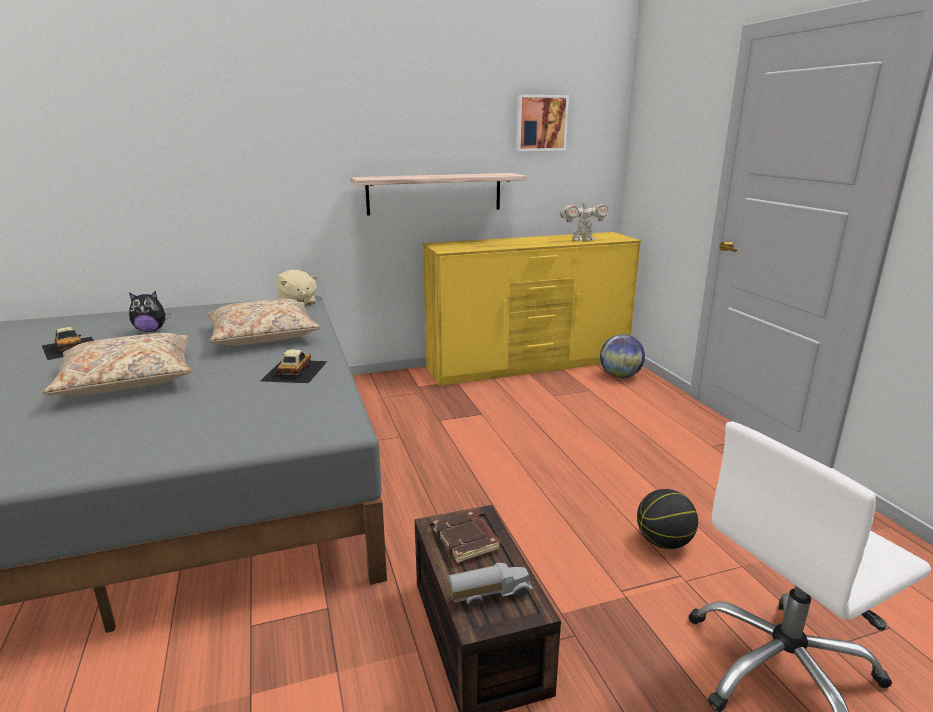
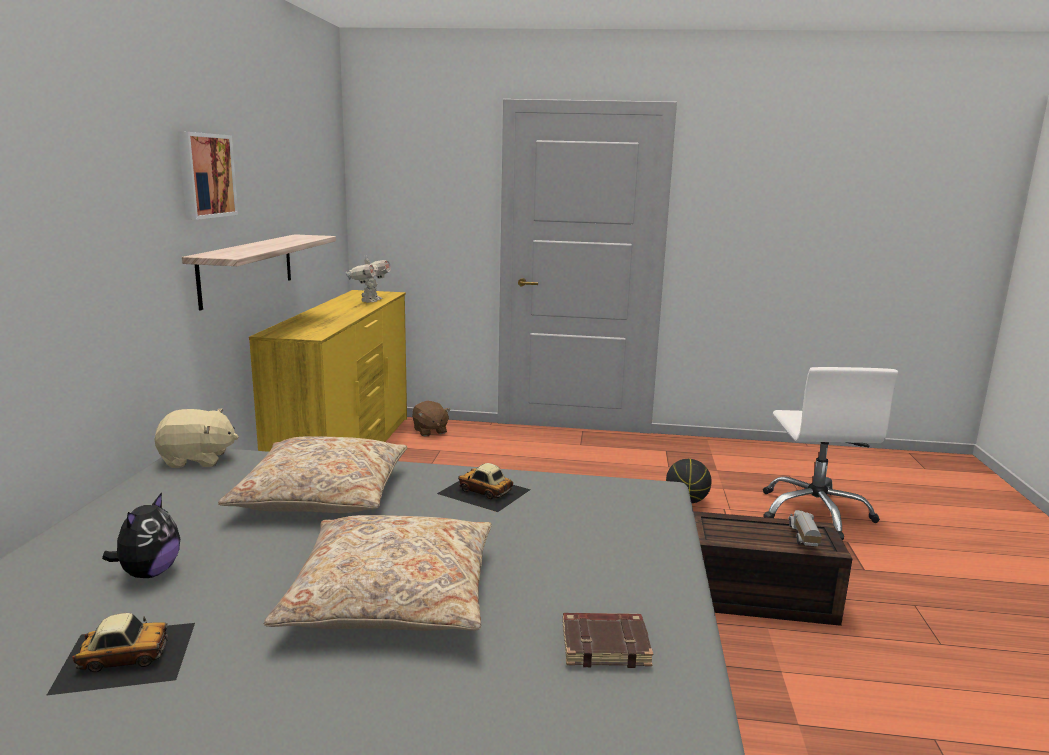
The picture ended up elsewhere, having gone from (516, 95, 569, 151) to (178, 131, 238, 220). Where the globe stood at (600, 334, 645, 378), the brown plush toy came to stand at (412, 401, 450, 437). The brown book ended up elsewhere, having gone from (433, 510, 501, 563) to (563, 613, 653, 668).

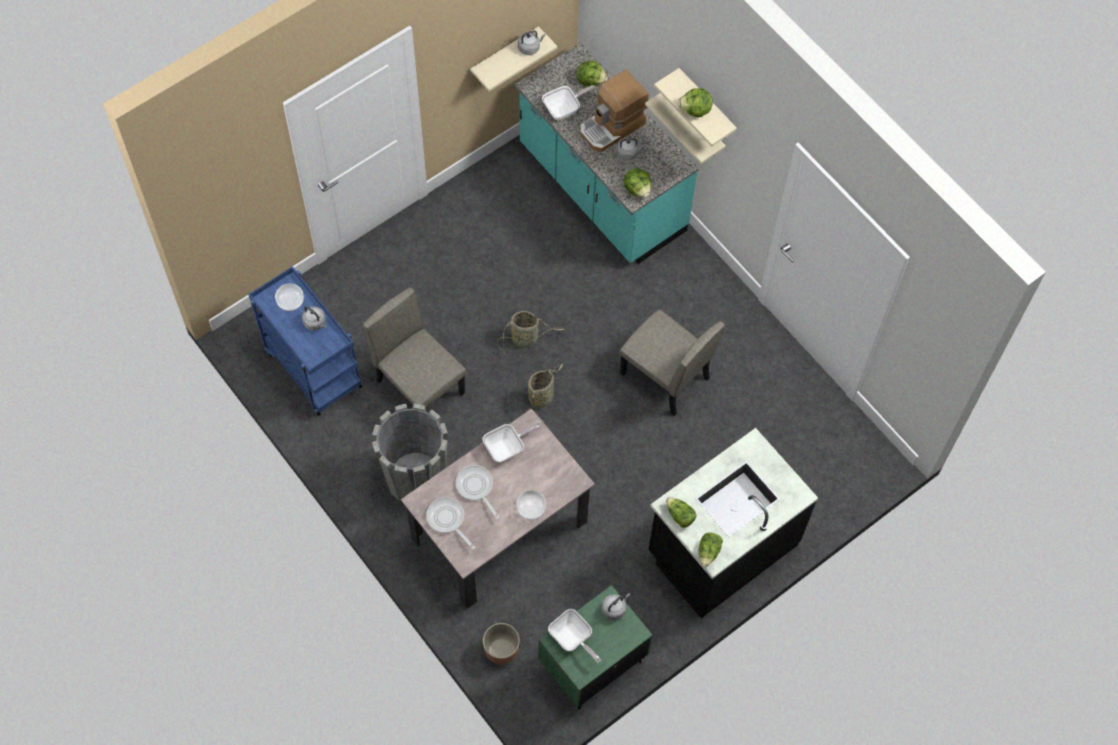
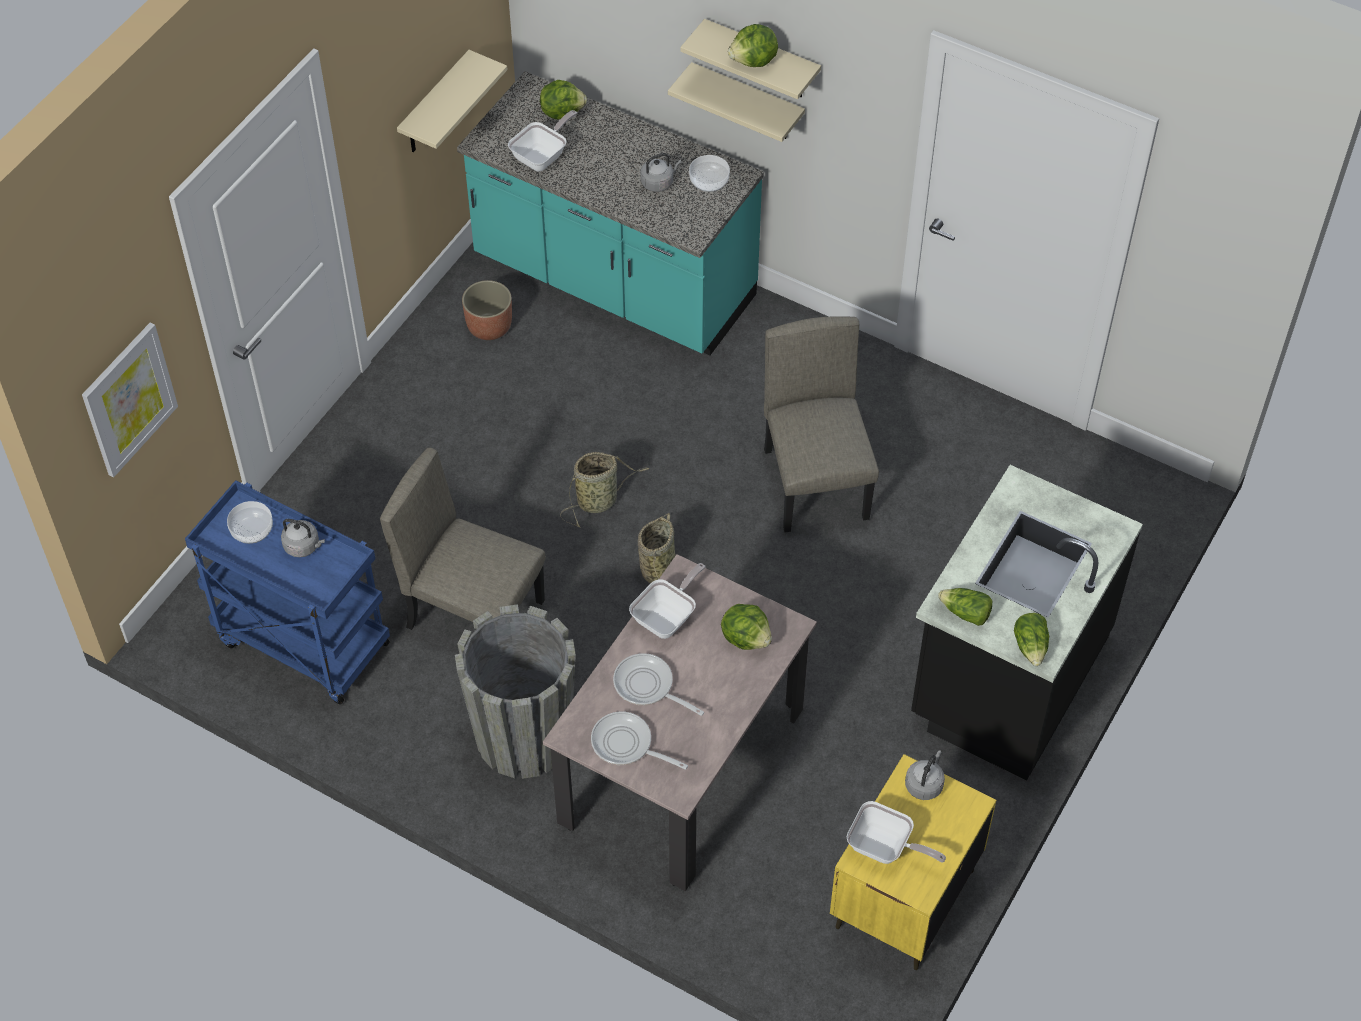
The second view gained the picture at (82, 322, 178, 478). The planter ended up elsewhere, having gone from (483, 623, 520, 665) to (462, 280, 512, 340). The bowl ended up elsewhere, having gone from (517, 490, 546, 520) to (689, 155, 730, 192). The lettuce ended up elsewhere, having gone from (624, 168, 652, 198) to (721, 604, 772, 650). The beige chair at (620, 309, 725, 416) ended up facing another way, 120 degrees counterclockwise from before. What was the green nightstand at (538, 585, 653, 710) turned into the yellow nightstand at (830, 754, 996, 971). The second view lost the grey kettle at (518, 30, 546, 55). The second view lost the coffee machine at (580, 70, 649, 152).

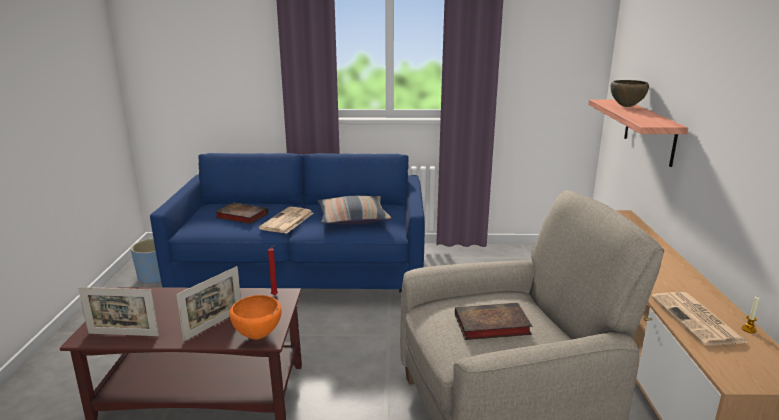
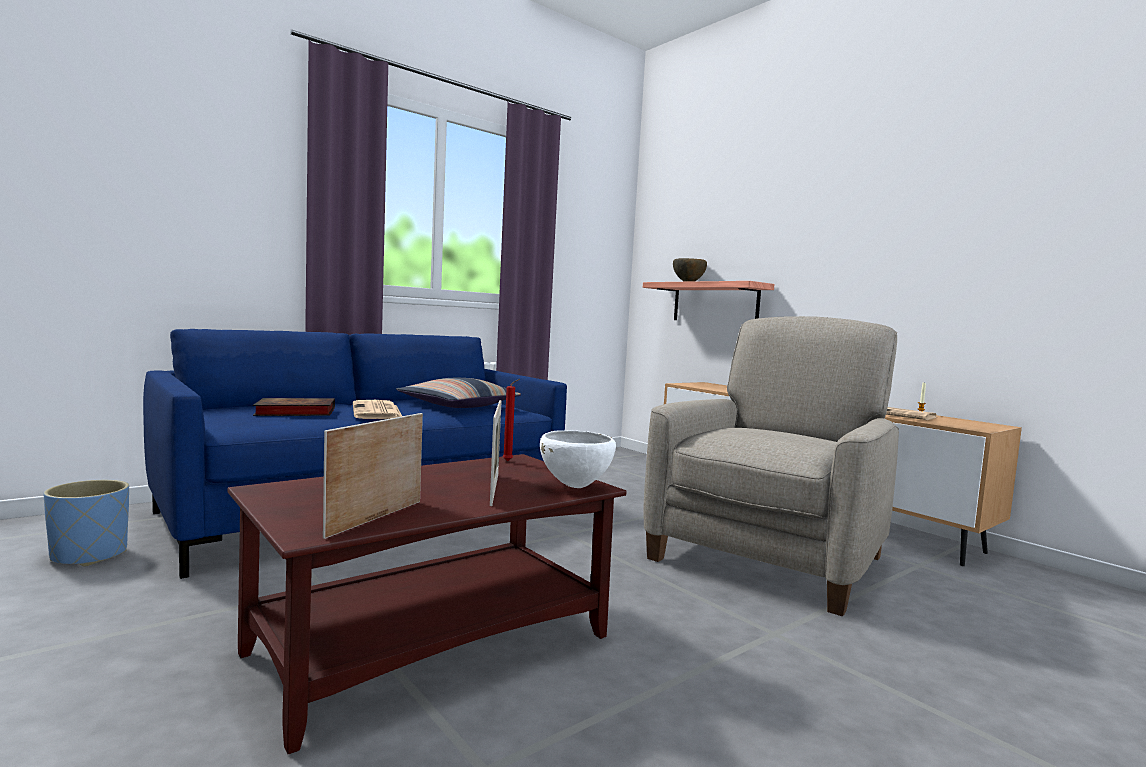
The picture frame at (78, 287, 159, 336) ended up facing another way, 150 degrees clockwise from before. What was the orange bowl at (229, 295, 282, 340) turned into the white bowl at (540, 430, 616, 488). The second view lost the book at (455, 303, 532, 340).

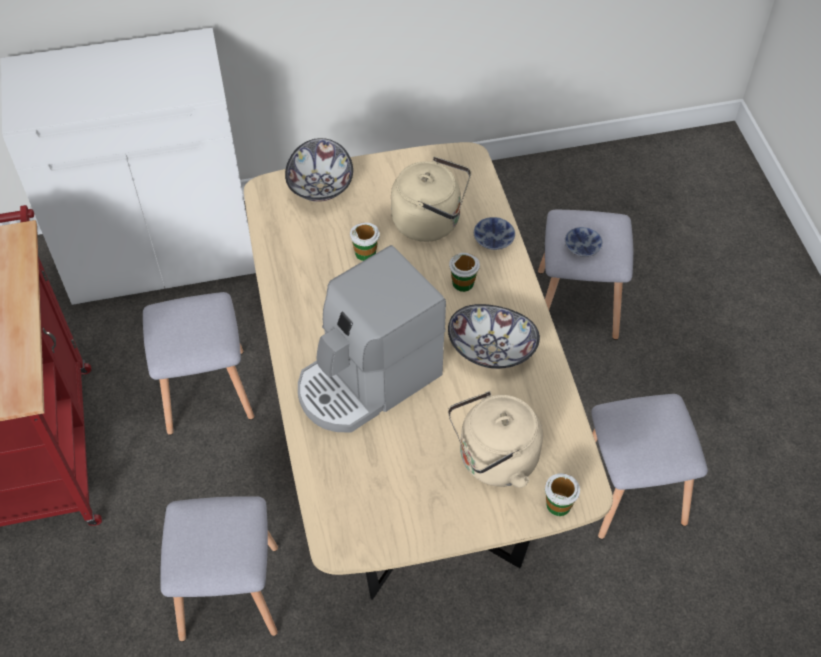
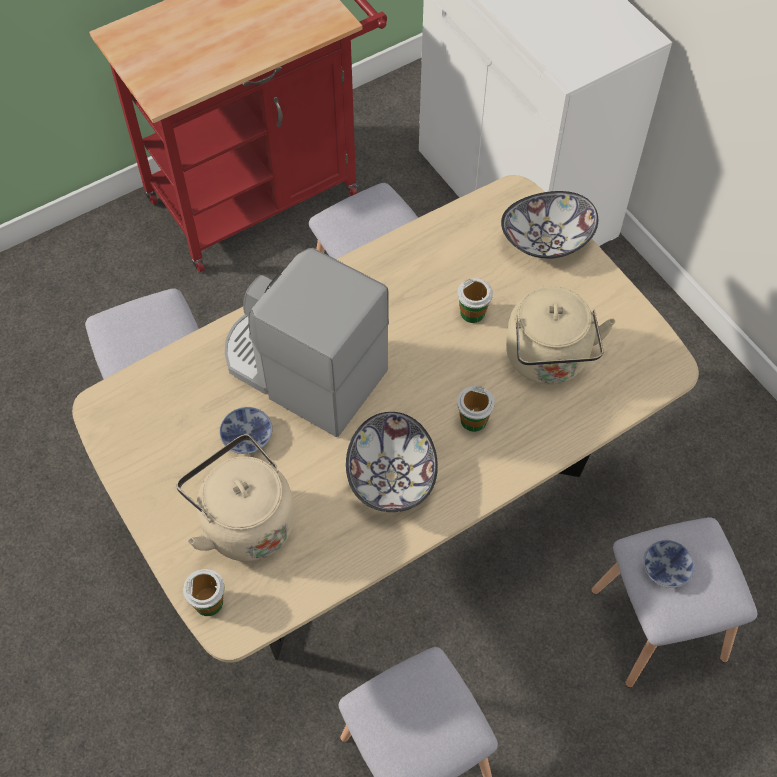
The bowl ended up elsewhere, having gone from (474, 217, 515, 250) to (219, 407, 272, 454).

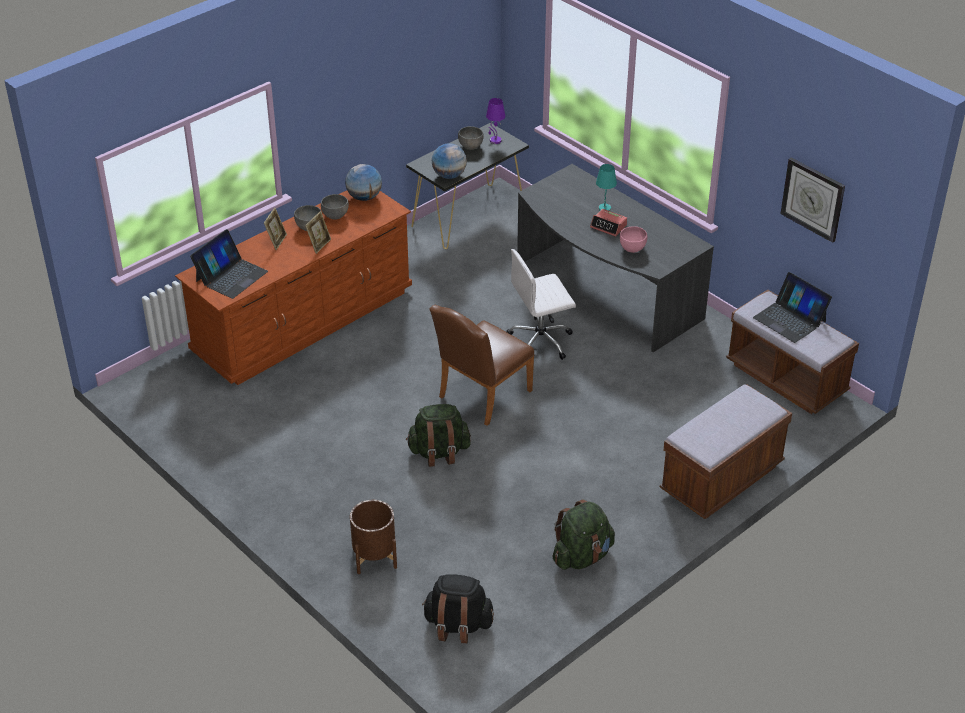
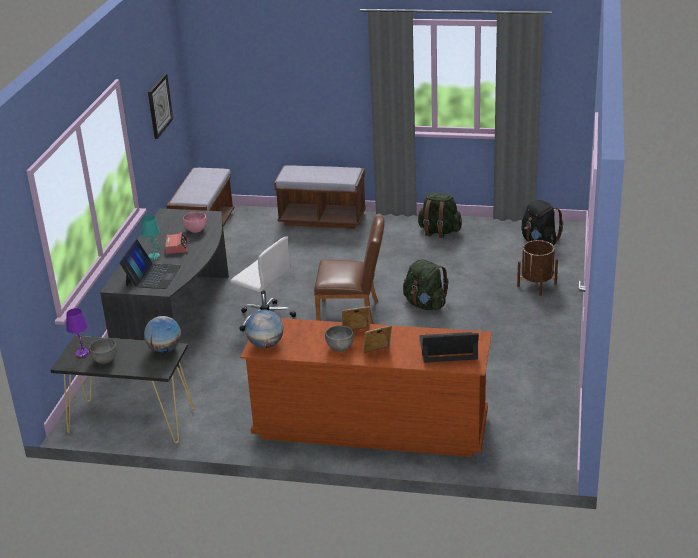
The laptop ended up elsewhere, having gone from (753, 272, 832, 343) to (119, 239, 181, 289). The second view lost the grey bowl at (321, 194, 349, 220).

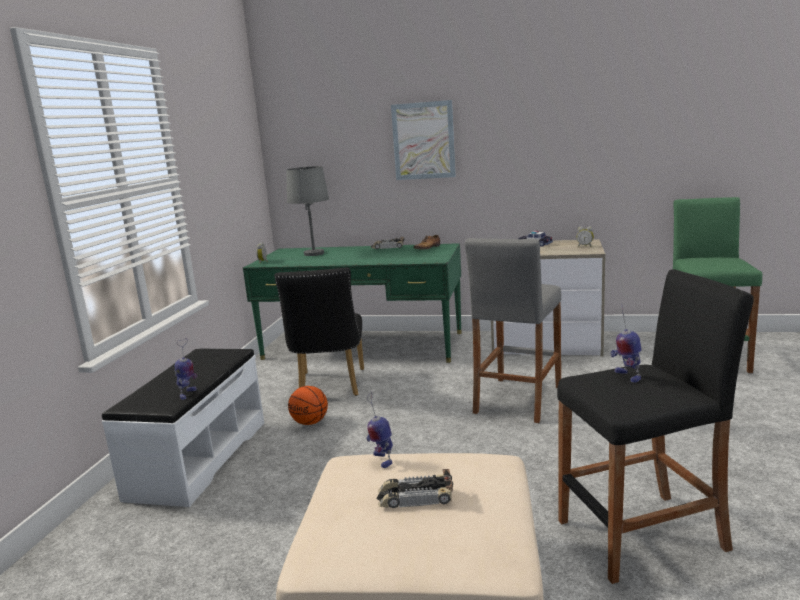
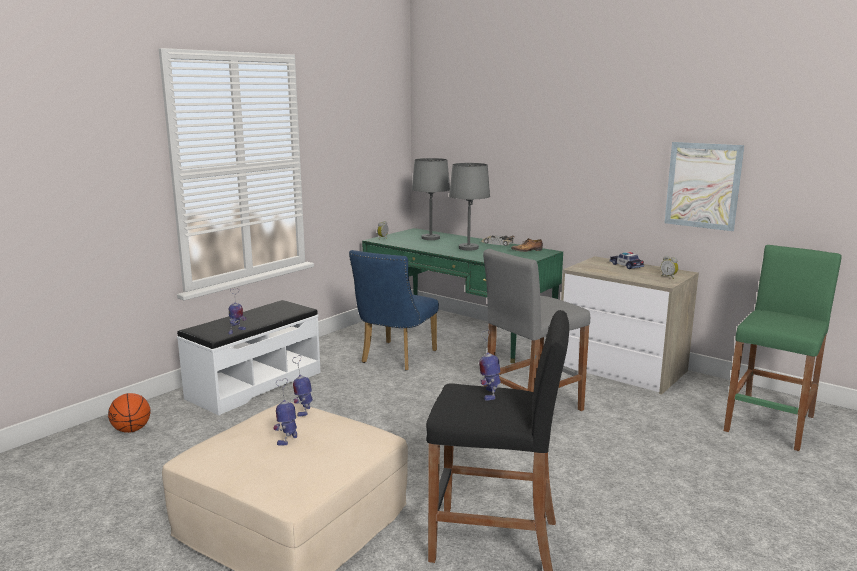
The basketball ended up elsewhere, having gone from (288, 386, 328, 425) to (108, 393, 151, 433). Where the toy car stood at (377, 469, 453, 508), the toy robot came to stand at (273, 378, 297, 445). What was the black chair at (274, 268, 364, 396) turned into the blue chair at (349, 250, 439, 371). The second view gained the grey table lamp at (449, 163, 490, 250). The picture ended up elsewhere, having gone from (391, 100, 456, 180) to (664, 142, 744, 231).

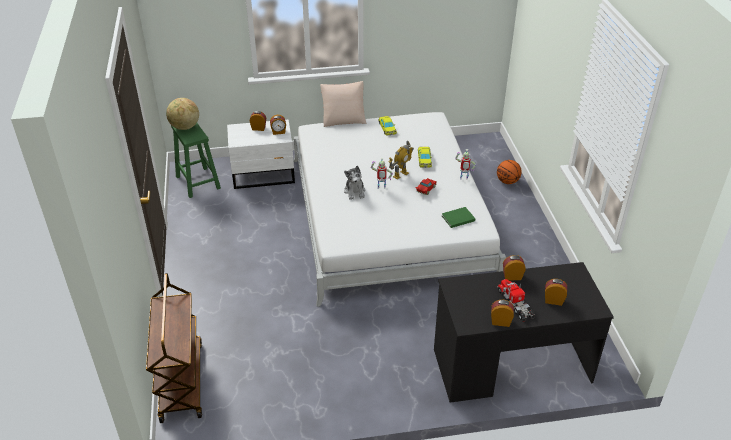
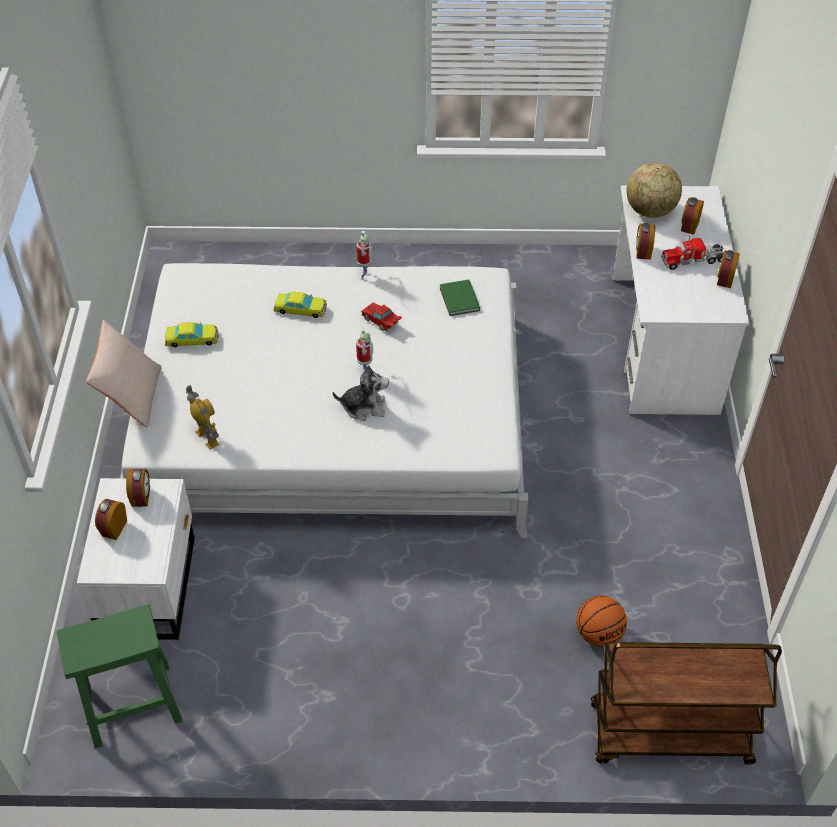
The toy robot ended up elsewhere, having gone from (388, 141, 414, 180) to (186, 385, 219, 449). The basketball ended up elsewhere, having gone from (497, 160, 522, 184) to (576, 596, 627, 647). What was the black desk at (434, 262, 614, 403) turned into the white desk at (612, 186, 750, 415). The globe ended up elsewhere, having gone from (166, 98, 199, 130) to (627, 163, 682, 218).

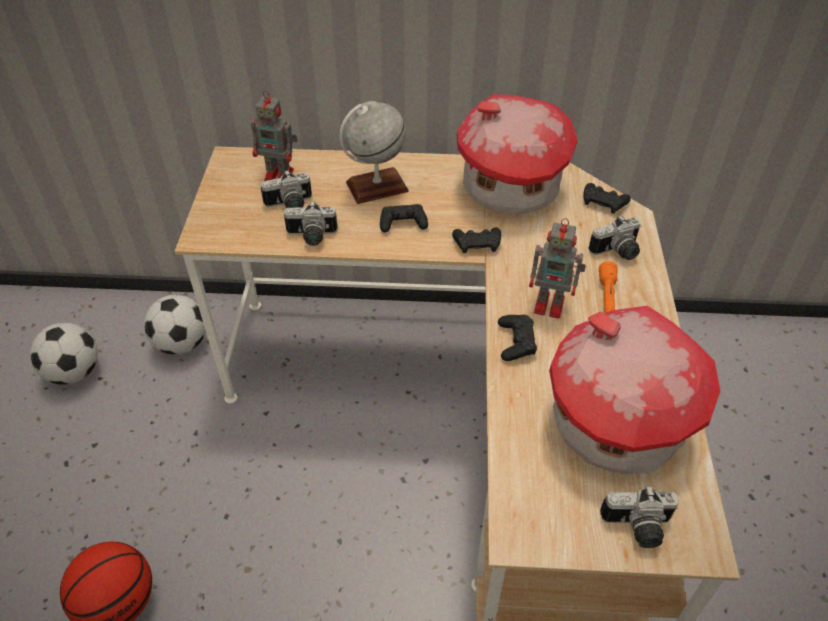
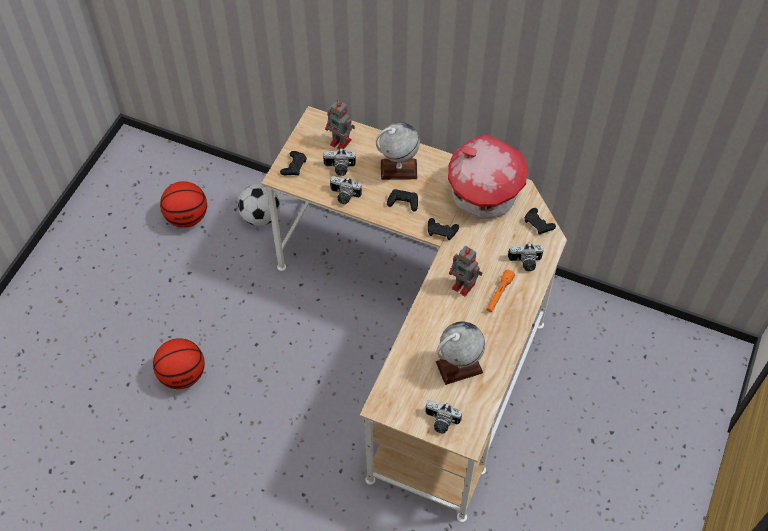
Where the football stood at (30, 323, 98, 385), the basketball came to stand at (160, 181, 207, 228). The black game controller ended up elsewhere, having gone from (498, 314, 537, 361) to (280, 151, 307, 176). Where the toy house stood at (549, 306, 720, 474), the globe came to stand at (436, 321, 485, 385).

